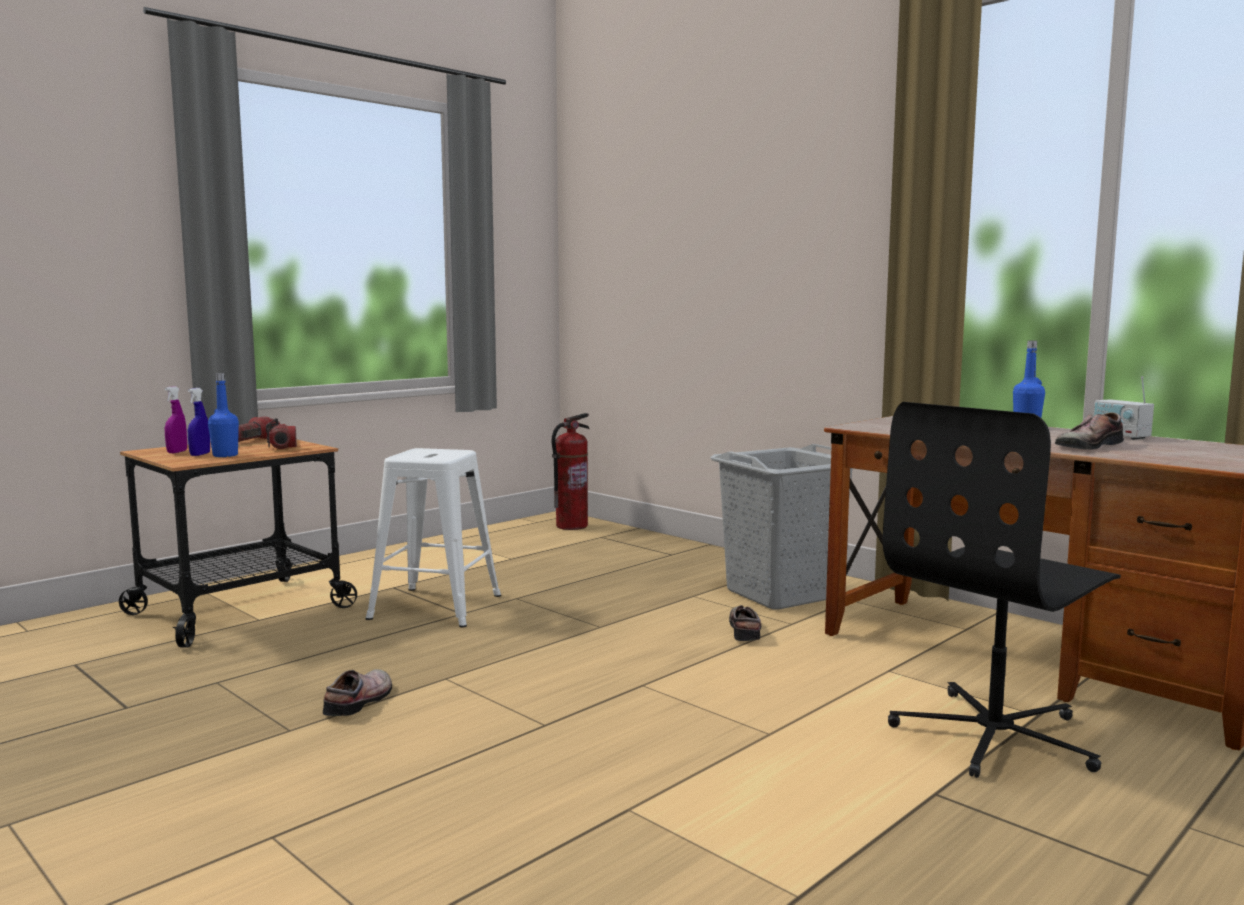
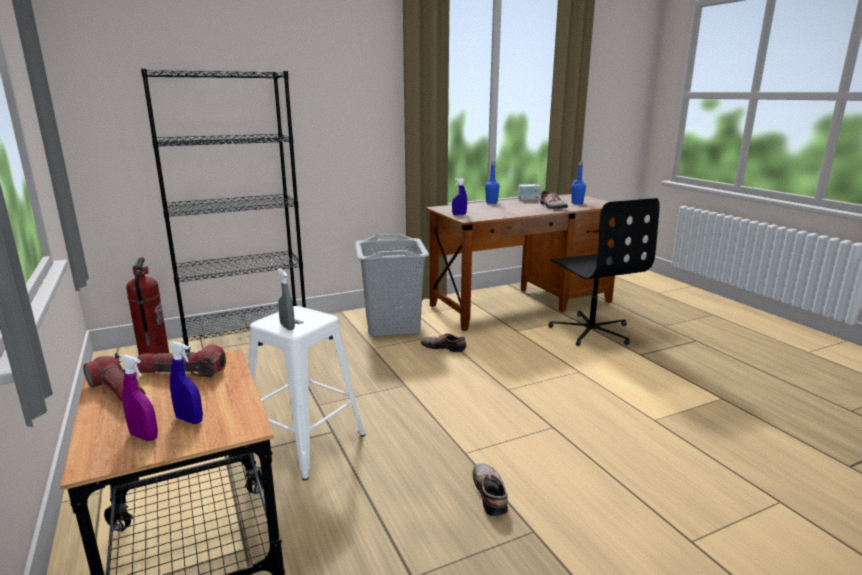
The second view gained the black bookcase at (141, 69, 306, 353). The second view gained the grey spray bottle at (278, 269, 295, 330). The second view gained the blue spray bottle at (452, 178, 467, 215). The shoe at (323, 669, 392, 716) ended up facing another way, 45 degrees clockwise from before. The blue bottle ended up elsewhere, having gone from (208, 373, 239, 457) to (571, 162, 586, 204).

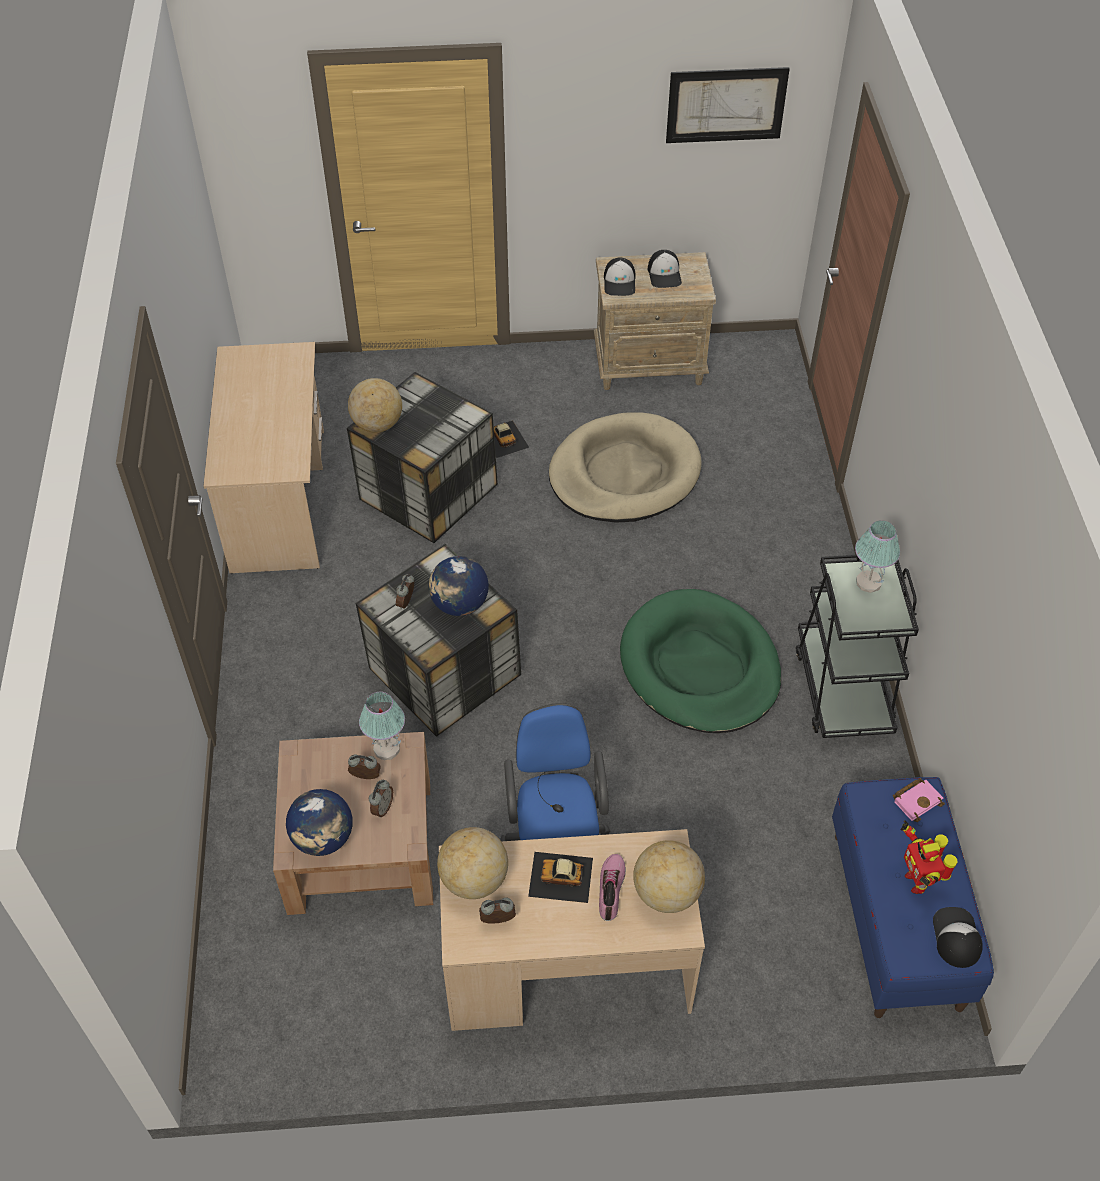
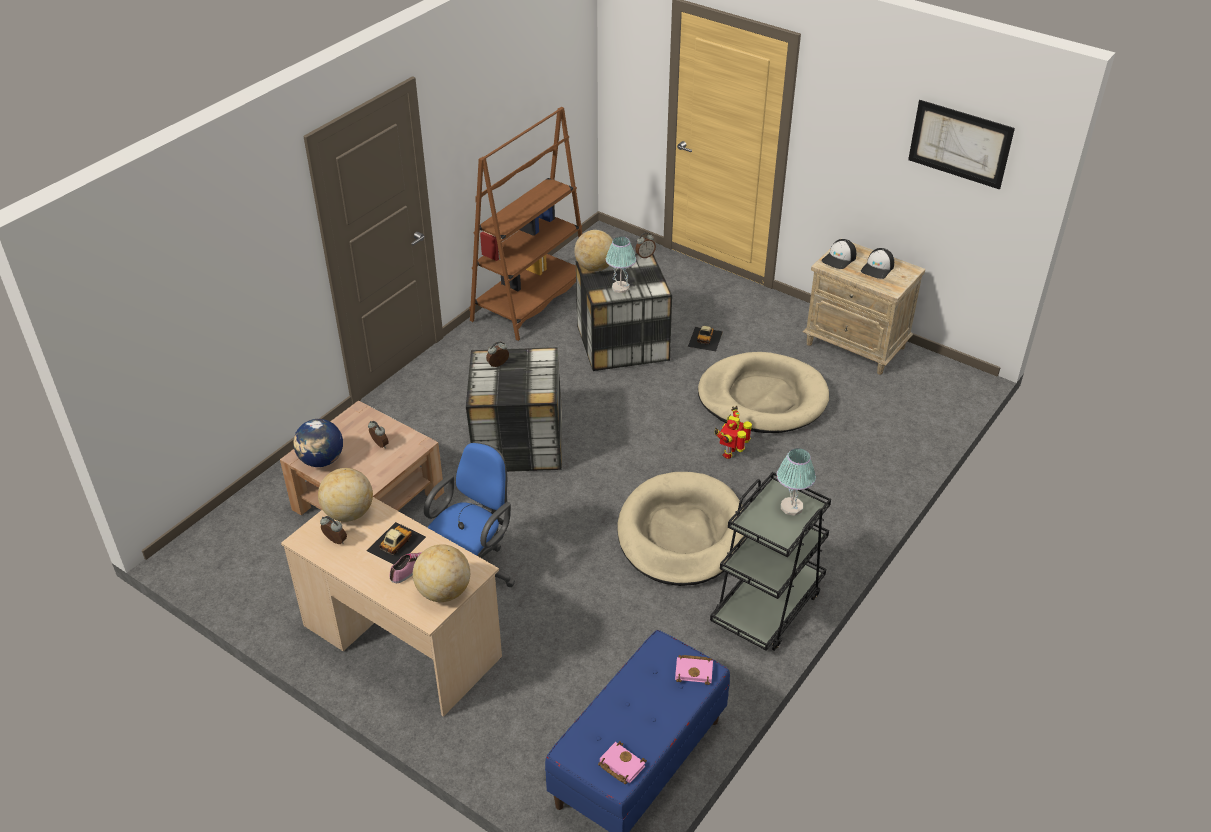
The toy car at (528, 852, 593, 903) ended up facing another way, 75 degrees clockwise from before. Where the beige desk stood at (203, 342, 324, 574), the brown bookcase came to stand at (469, 107, 582, 341). Where the cap stood at (933, 907, 983, 968), the pink book came to stand at (598, 741, 647, 784). The table lamp ended up elsewhere, having gone from (359, 691, 405, 760) to (606, 236, 636, 293). What was the green dog bed at (620, 589, 781, 733) turned into the beige dog bed at (617, 472, 746, 586). The alarm clock ended up elsewhere, having gone from (369, 779, 393, 818) to (635, 232, 656, 259). The toy robot ended up elsewhere, having gone from (901, 820, 958, 894) to (714, 406, 752, 459). The second view lost the globe at (429, 556, 489, 616).

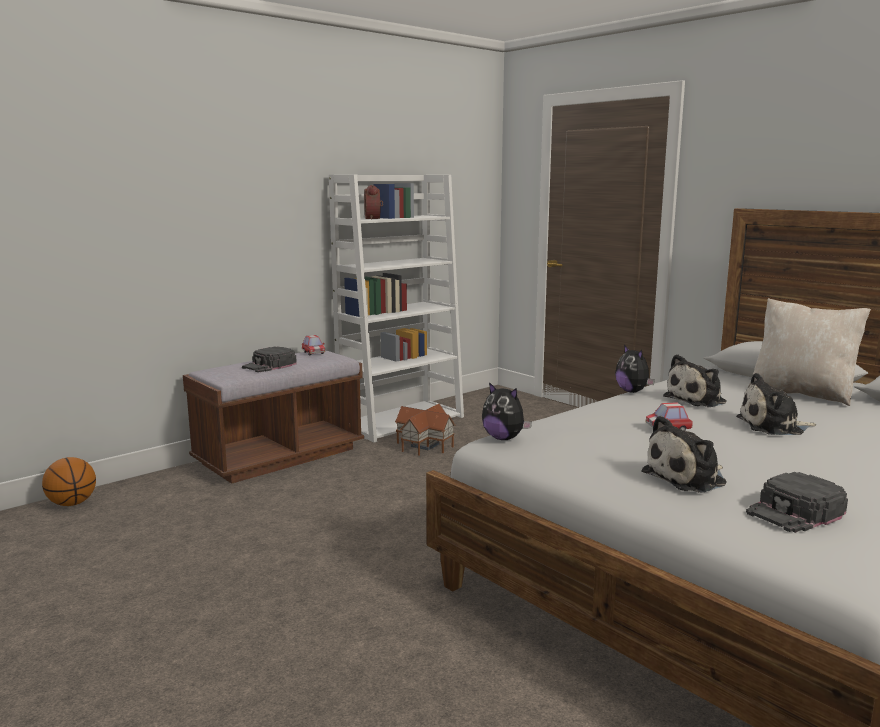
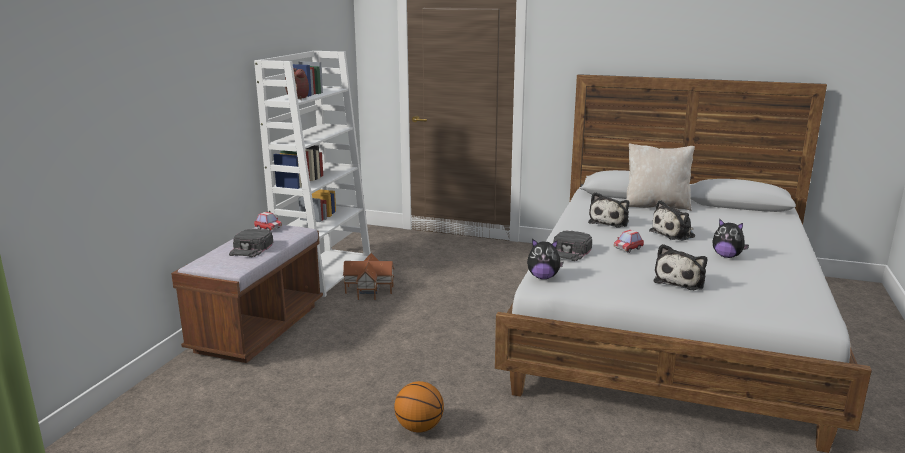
The basketball ended up elsewhere, having gone from (42, 457, 96, 506) to (394, 381, 444, 432). The black cap ended up elsewhere, having gone from (746, 472, 848, 533) to (553, 230, 592, 261). The plush toy ended up elsewhere, having gone from (615, 345, 655, 393) to (712, 218, 749, 258).

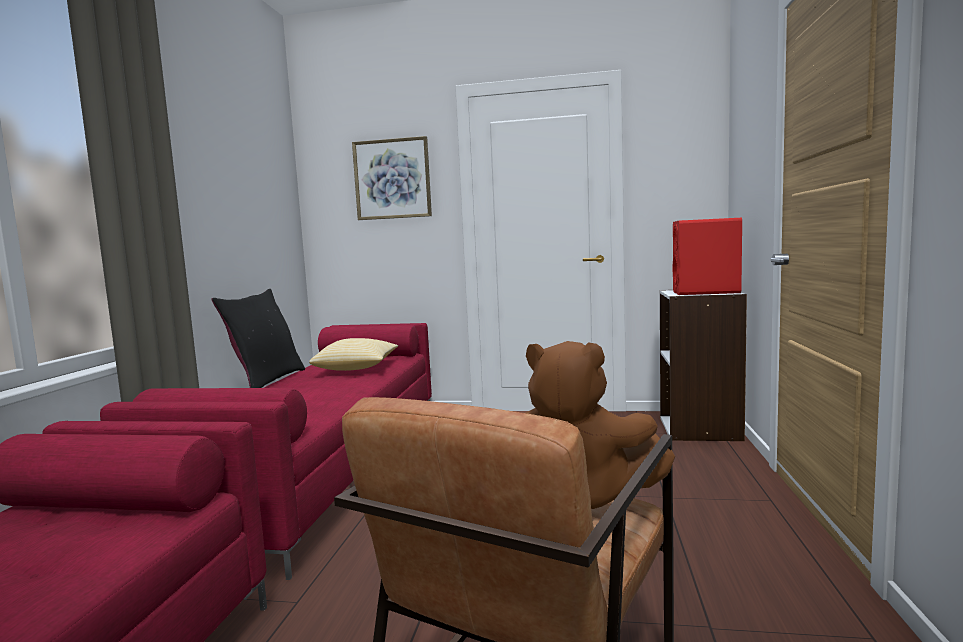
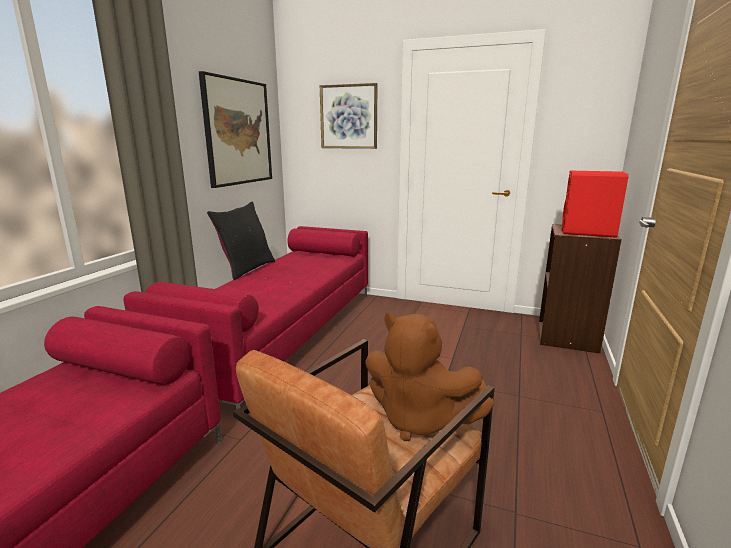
The second view gained the picture at (199, 71, 272, 188). What was the white bookcase at (660, 290, 747, 441) turned into the brown bookcase at (539, 224, 622, 354). The second view lost the pillow at (309, 338, 398, 371).

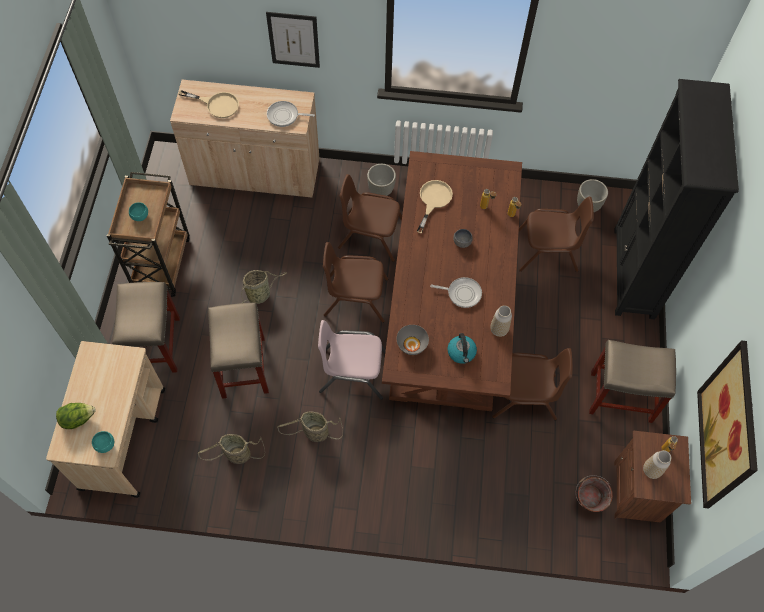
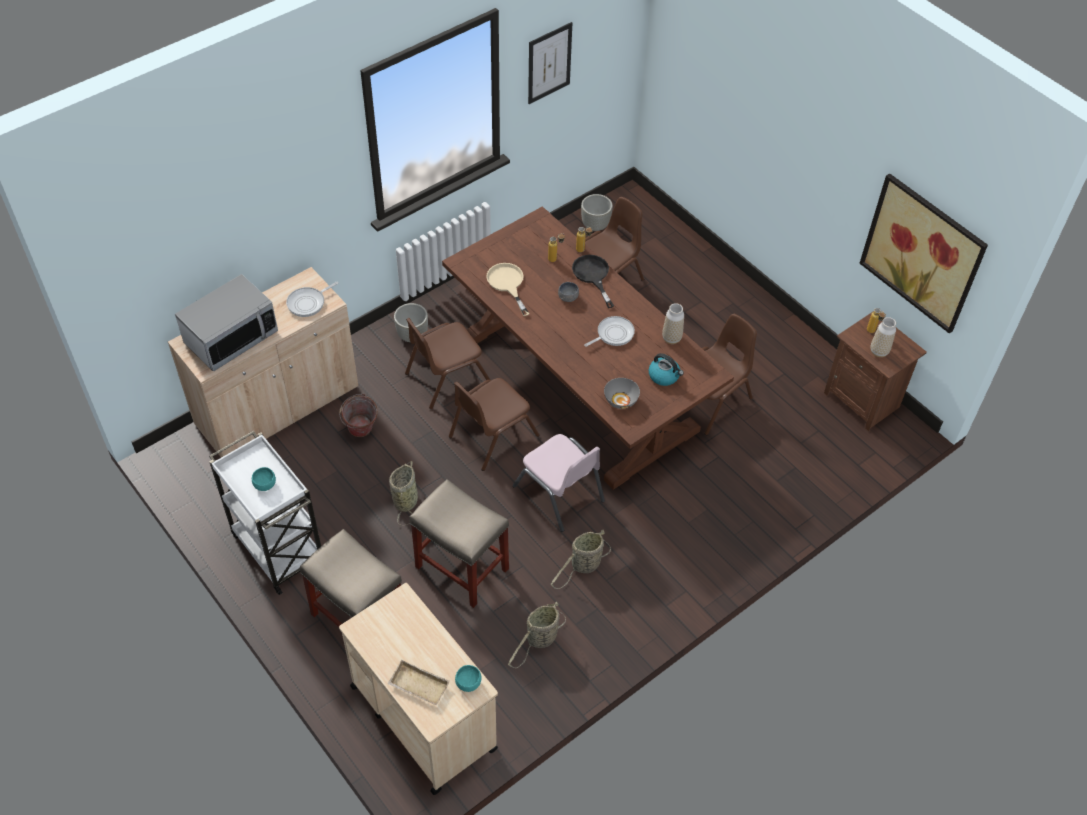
Where the beige frying pan stood at (179, 90, 239, 118), the microwave came to stand at (175, 274, 278, 371). What was the brown cart at (107, 172, 189, 297) turned into the white cart at (209, 431, 321, 595). The bucket ended up elsewhere, having gone from (576, 475, 613, 512) to (339, 394, 378, 437). Where the lettuce stood at (56, 403, 95, 429), the beige tray came to stand at (388, 660, 450, 706). The pink chair at (318, 320, 386, 400) ended up facing another way, 90 degrees counterclockwise from before. The picture ended up elsewhere, having gone from (266, 12, 320, 68) to (528, 22, 572, 104). The second view gained the black frying pan at (572, 255, 614, 308). The second view lost the beige stool at (589, 340, 676, 423). The second view lost the black bookcase at (614, 79, 739, 320).

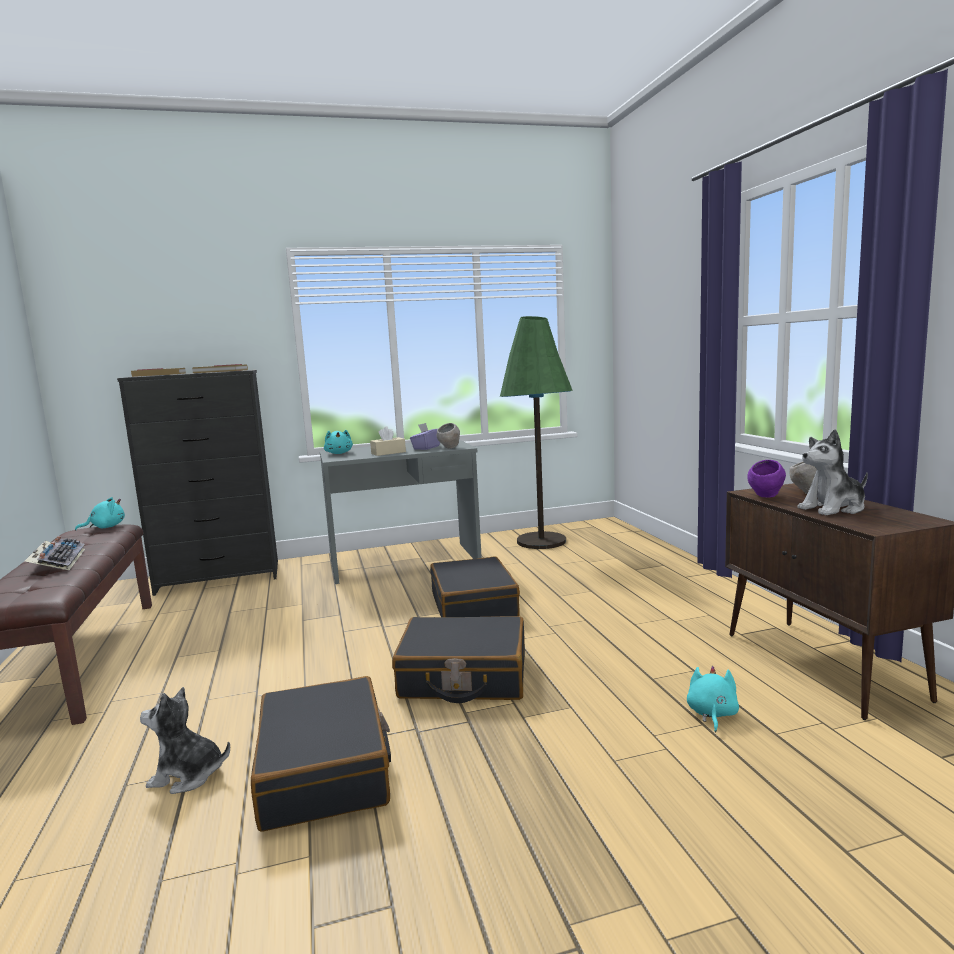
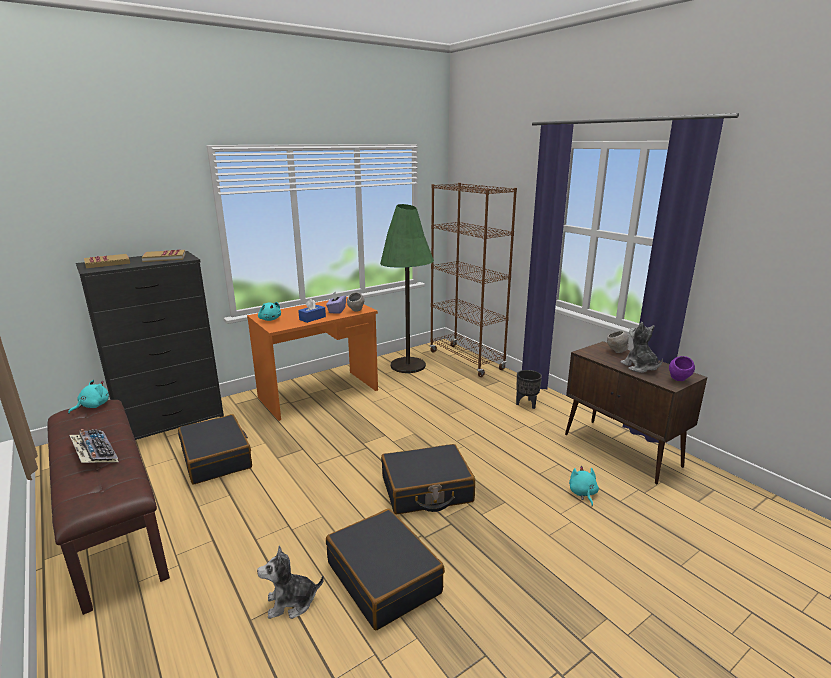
The black suitcase ended up elsewhere, having gone from (430, 556, 520, 617) to (178, 414, 252, 485). What was the grey desk at (320, 440, 482, 584) turned into the orange desk at (247, 297, 378, 421). What was the beige tissue box at (370, 427, 406, 456) turned into the blue tissue box at (298, 299, 326, 323). The second view gained the brown bookcase at (430, 183, 517, 377). The second view gained the black planter at (516, 370, 542, 409). The plush toy at (798, 429, 868, 516) ended up facing another way, 105 degrees clockwise from before. The purple bowl ended up elsewhere, having gone from (747, 460, 786, 498) to (669, 356, 695, 381).

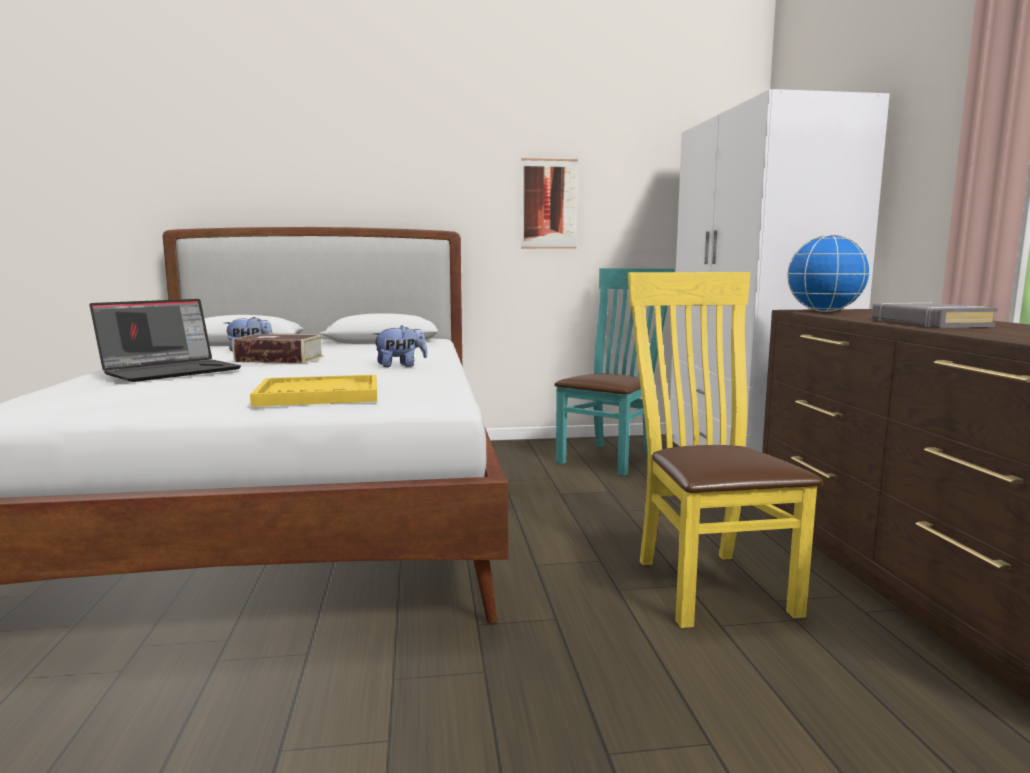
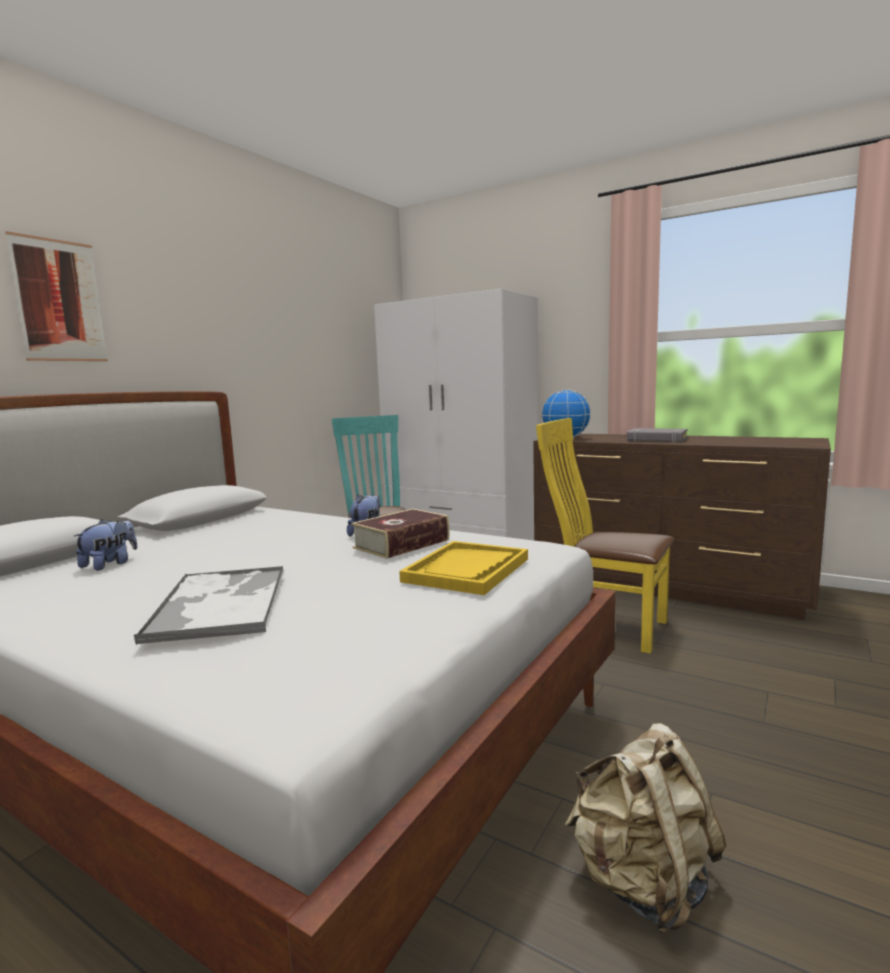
The picture ended up elsewhere, having gone from (521, 158, 578, 249) to (6, 231, 108, 361). Where the laptop stood at (89, 299, 241, 382), the tray came to stand at (134, 566, 284, 645). The book ended up elsewhere, having gone from (232, 334, 324, 363) to (351, 509, 450, 559). The second view gained the beige backpack at (565, 723, 726, 933).

